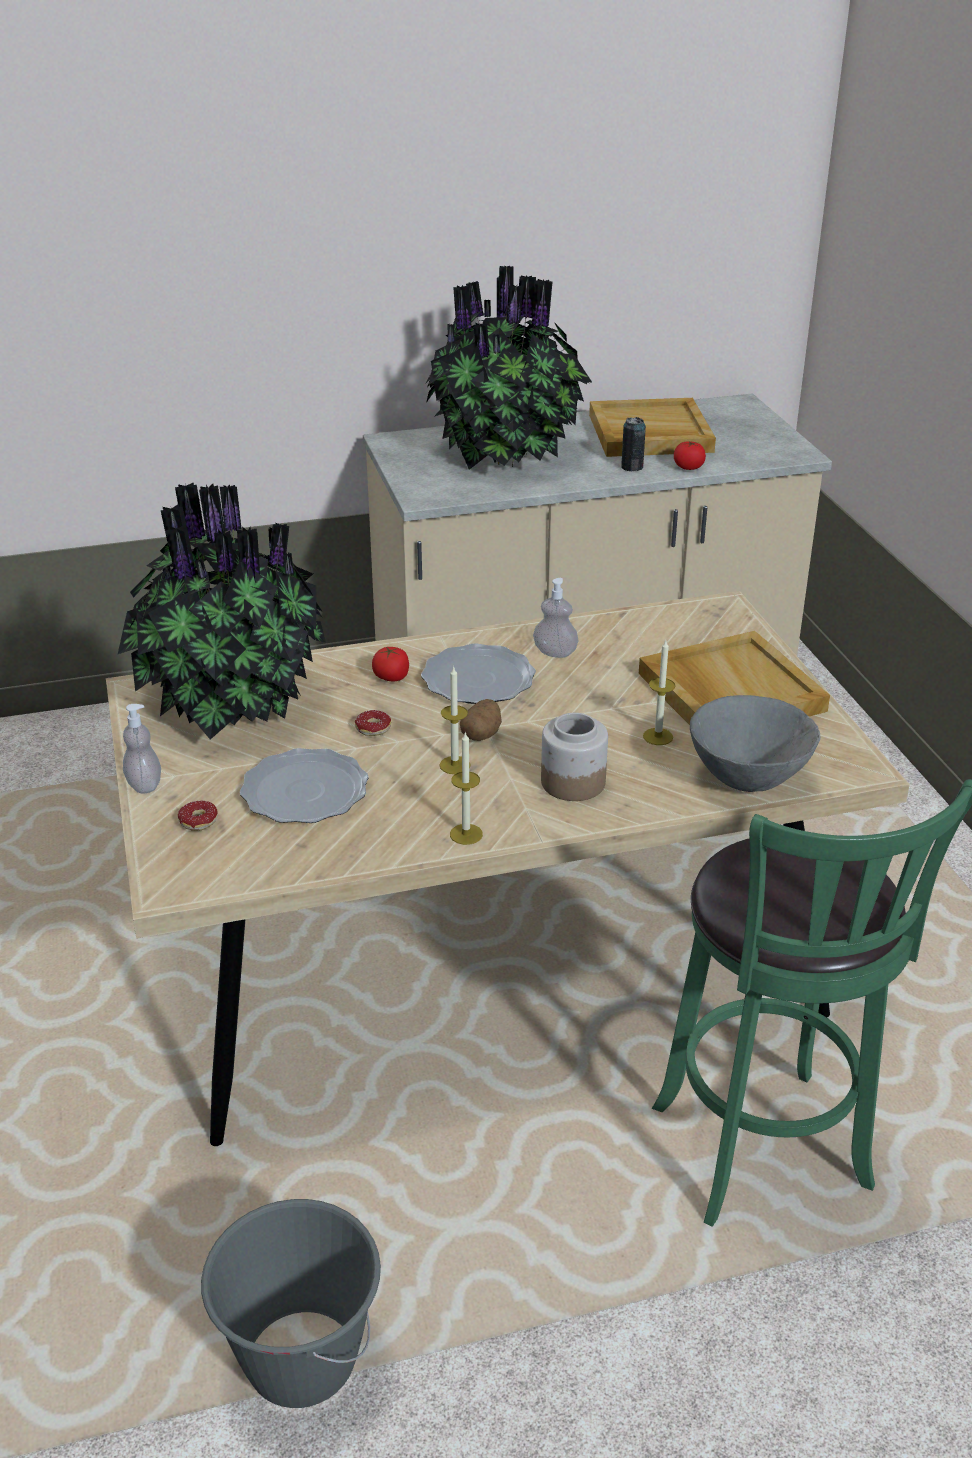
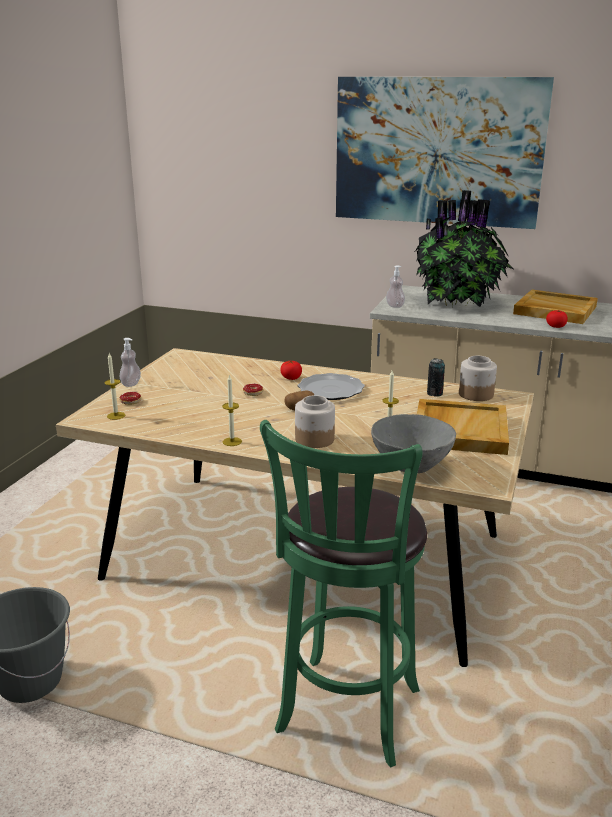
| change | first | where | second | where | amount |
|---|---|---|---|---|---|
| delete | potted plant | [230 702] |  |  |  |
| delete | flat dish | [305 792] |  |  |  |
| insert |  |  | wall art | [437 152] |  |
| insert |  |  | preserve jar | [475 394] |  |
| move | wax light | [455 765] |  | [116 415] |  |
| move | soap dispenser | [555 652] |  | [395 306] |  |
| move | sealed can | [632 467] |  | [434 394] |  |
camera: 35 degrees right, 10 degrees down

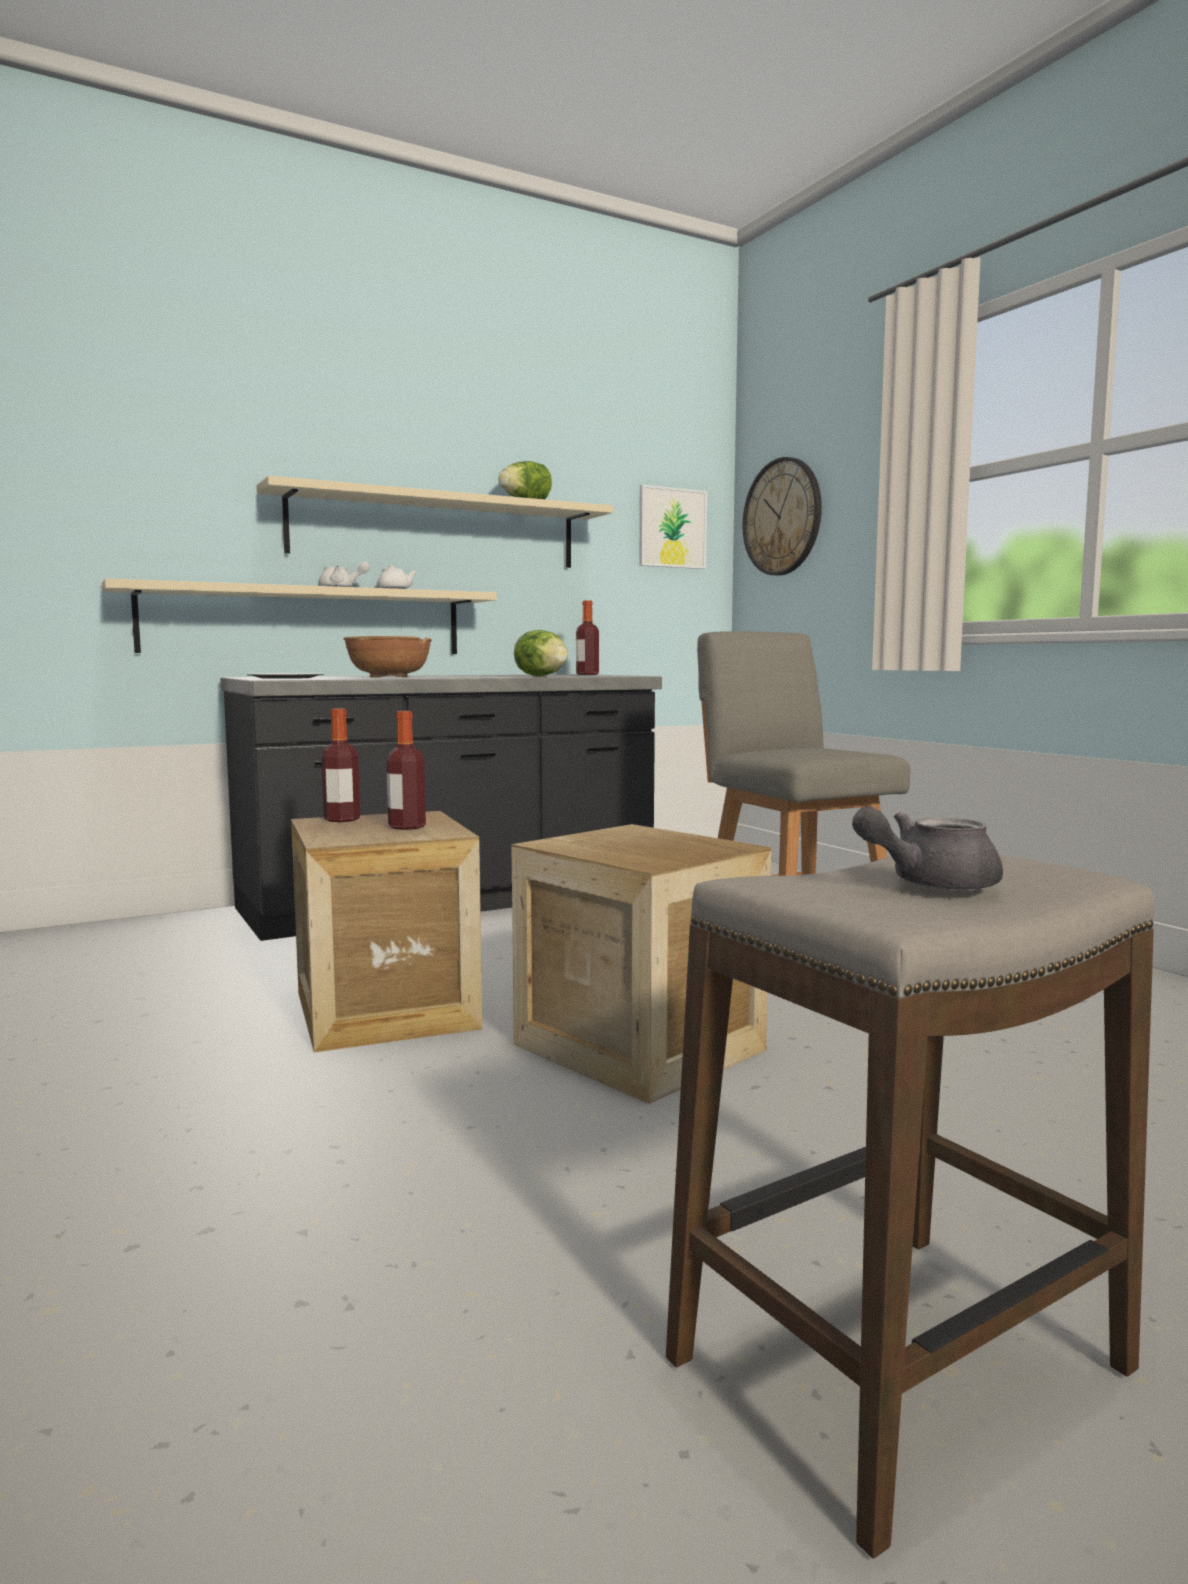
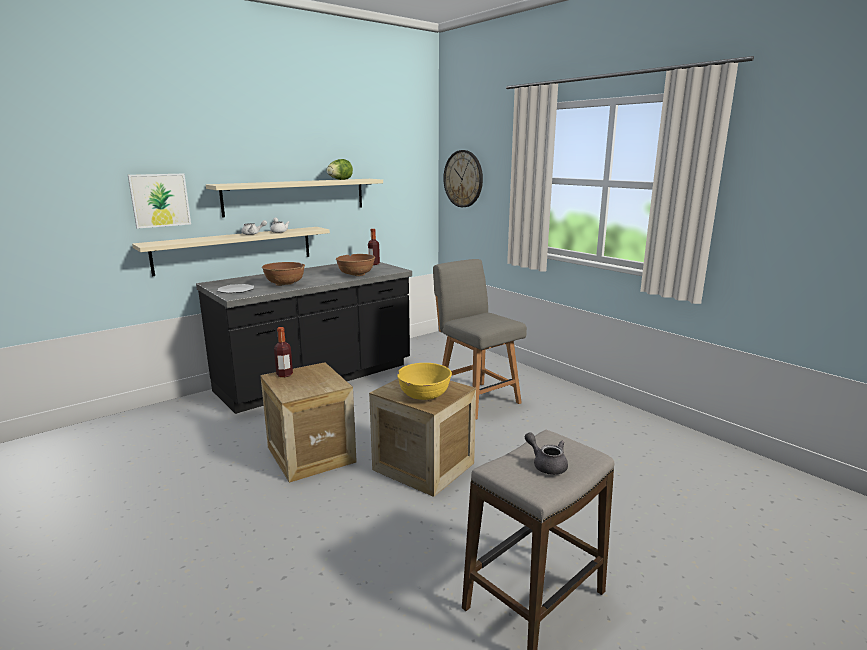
| change | first | where | second | where | amount |
|---|---|---|---|---|---|
| delete | beverage bottle | [407 827] |  |  |  |
| insert |  |  | serving bowl (yellowish) | [424 396] |  |
| move | wall art | [672 528] |  | [160 200] |  |
| replace | lettuce head | [541 676] | serving bowl (brownish) | [356 274] |  |
| rotate | pot for tea (greyish) | [928 884] |  | [546 464] | 75 degrees clockwise |
camera: 10 degrees left, 10 degrees up

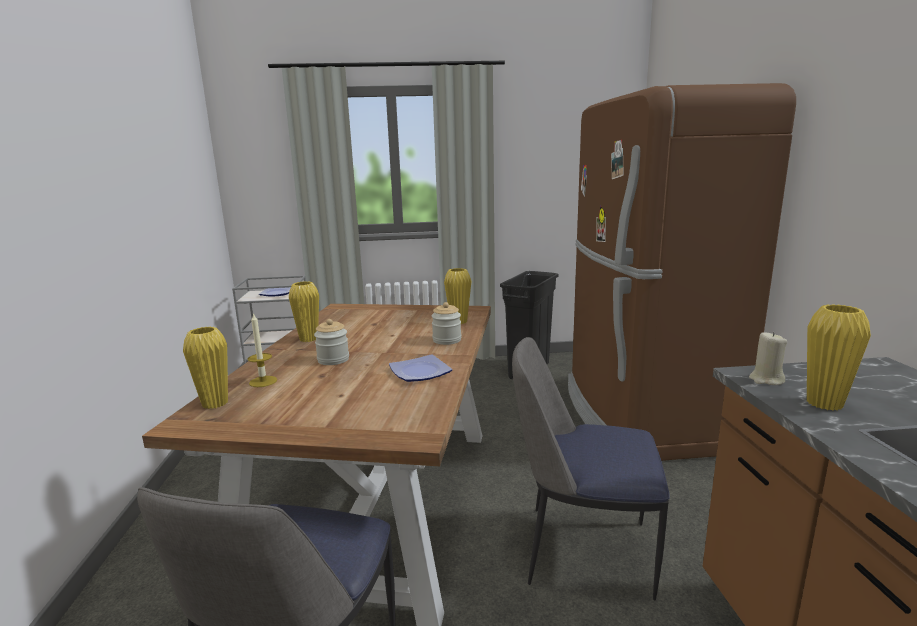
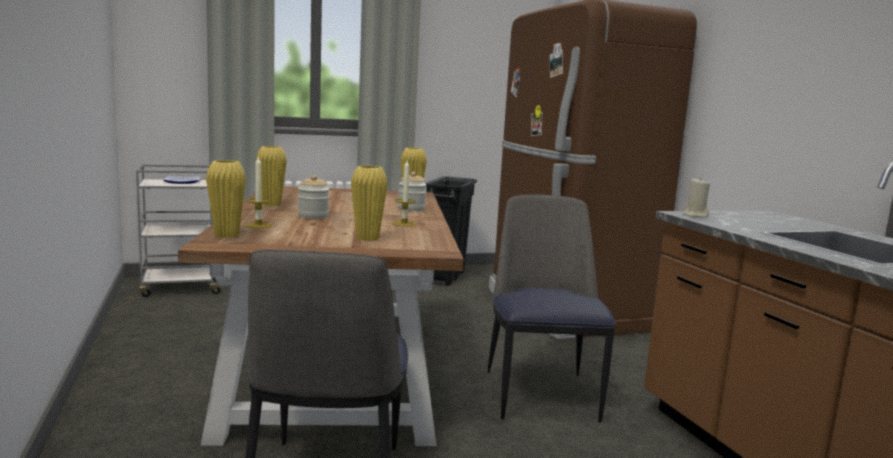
| change | first | where | second | where | amount |
|---|---|---|---|---|---|
| move | vase (yellowish) | [824 403] |  | [367 238] |  |
| replace | flat dish | [419 372] | wax light | [404 224] |  |
| rotate | chair | [583 550] |  | [541 393] | 90 degrees clockwise |
camera: 15 degrees left, 5 degrees down

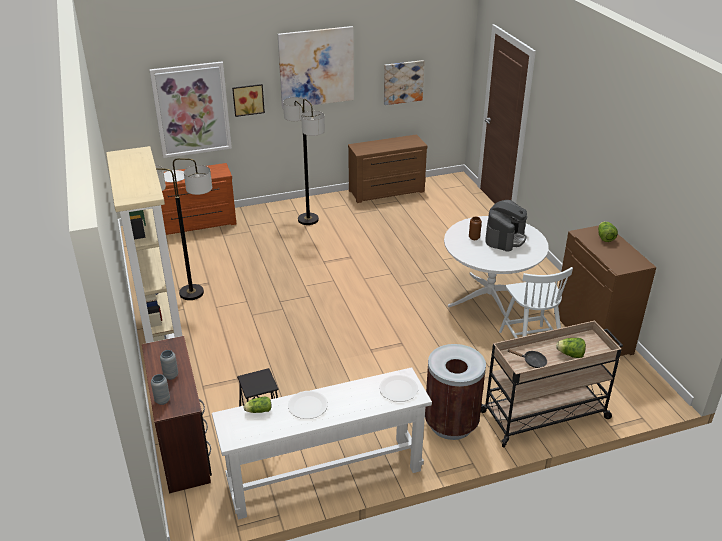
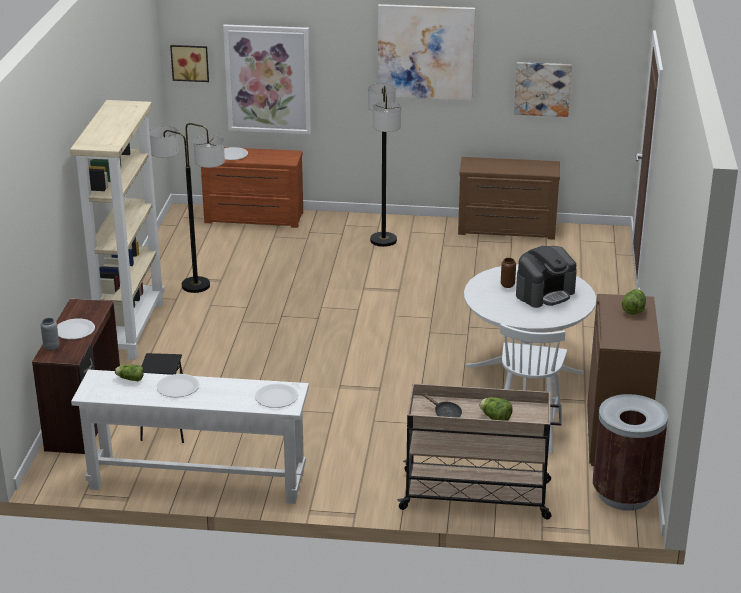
| change | first | where | second | where | amount |
|---|---|---|---|---|---|
| move | wall art | [248 99] |  | [190 62] |  |
| move | waste bin (brownish) | [451 423] |  | [624 494] |  |
| replace | vase (greyish) | [171 376] | flat dish (white-coloured) | [74 330] |  |
camera: 25 degrees right, 5 degrees down

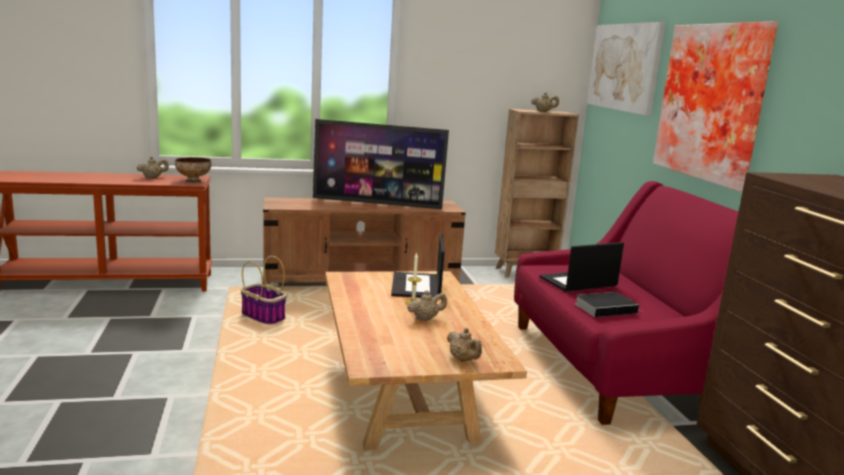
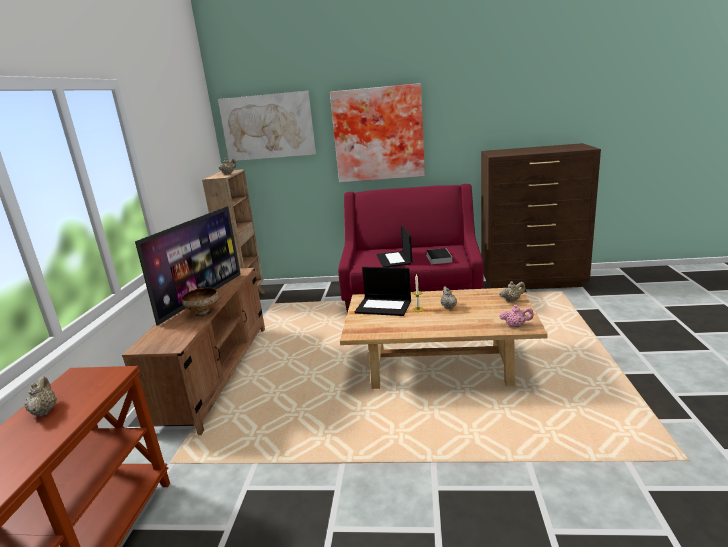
| change | first | where | second | where | amount |
|---|---|---|---|---|---|
| delete | basket | [264 317] |  |  |  |
| insert |  |  | pot for tea (pink) | [515 325] |  |
| move | serving bowl | [193 181] |  | [204 313] |  |
camera: 70 degrees left, 5 degrees up

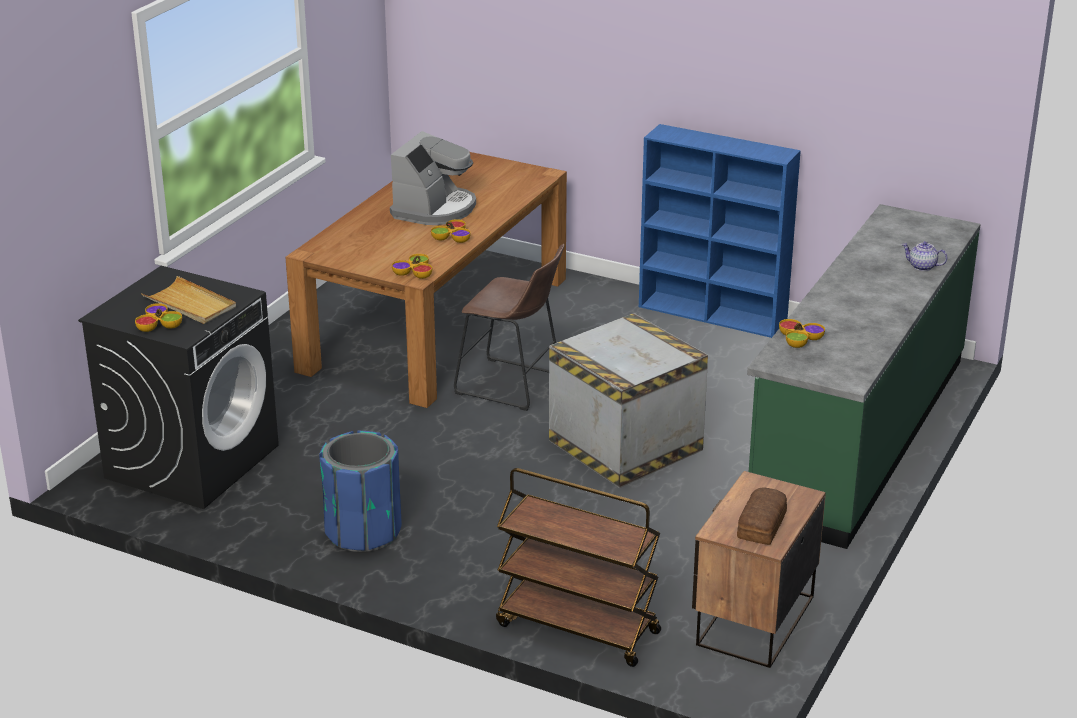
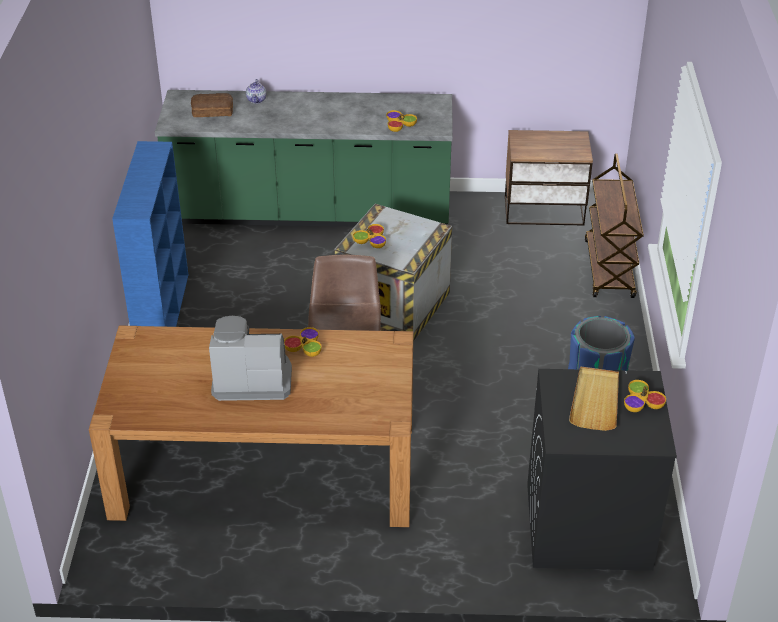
| change | first | where | second | where | amount |
|---|---|---|---|---|---|
| move | serving bowl | [414 272] |  | [371 241] |  |
| move | baked bread | [763 525] |  | [212 111] |  |
camera: 115 degrees left, 10 degrees up

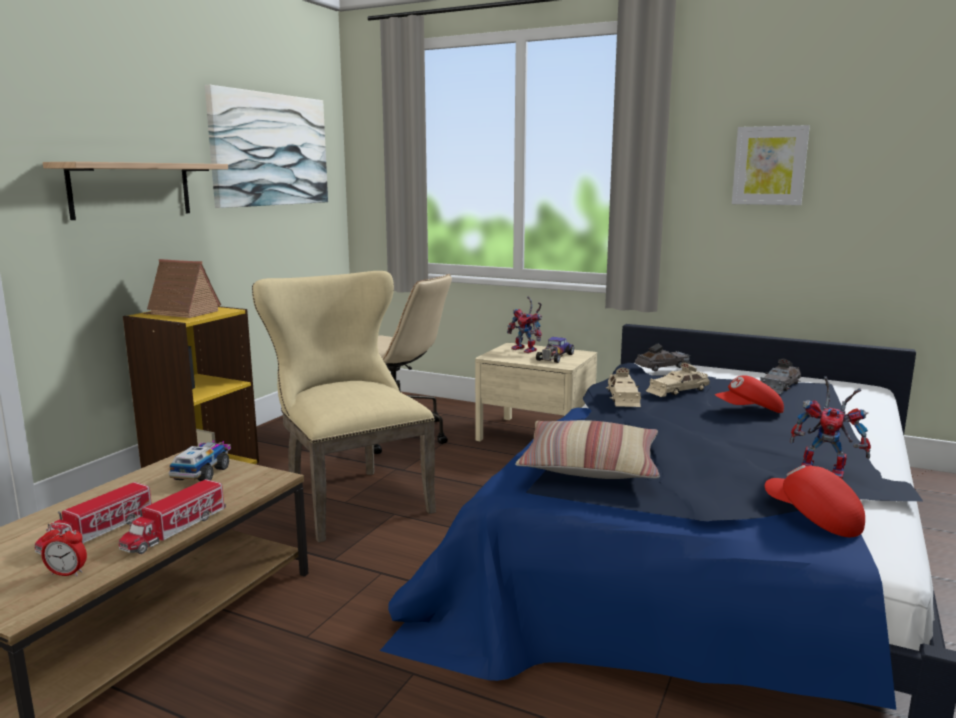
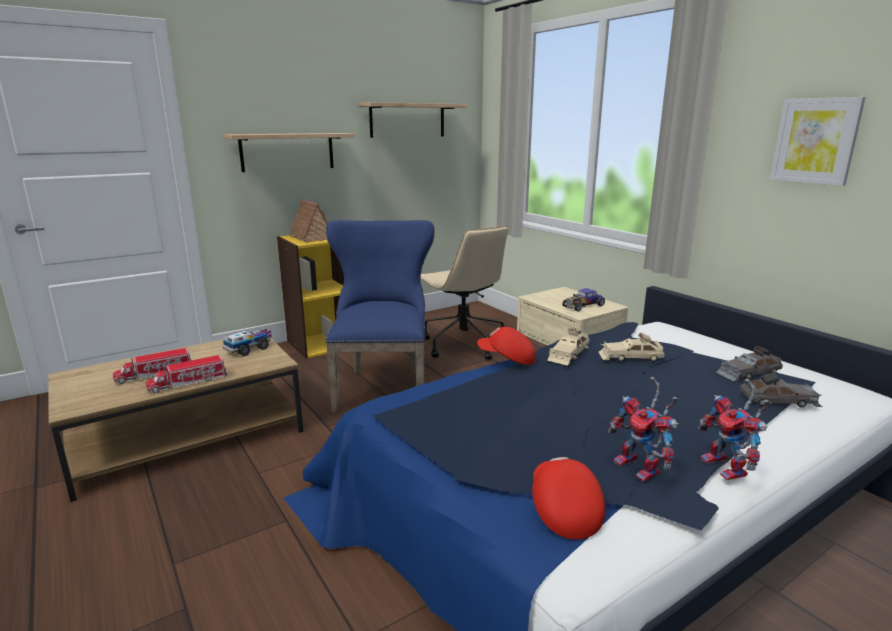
| change | first | where | second | where | amount |
|---|---|---|---|---|---|
| delete | bedside clock | [67 573] |  |  |  |
| delete | throw pillow | [590 465] |  |  |  |
| move | model robot | [527 350] |  | [729 469] |  |
| move | toy car (greyish) | [663 366] |  | [779 400] |  |
| move | cap (red) | [749 412] |  | [507 358] |  |
| replace | wall art | [270 150] | shelf | [407 120] |  |
| recolor | chair (beige-coloured) | [350 498] | chair (blue-coloured) | [383 386] |  |
camera: 30 degrees right, 5 degrees up

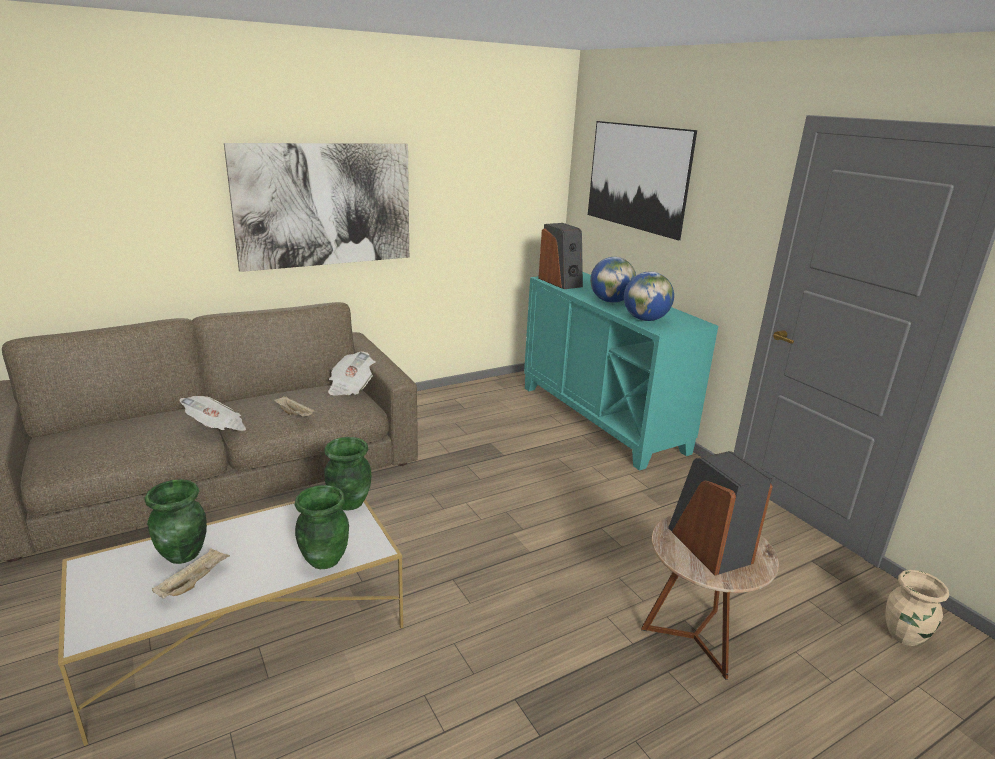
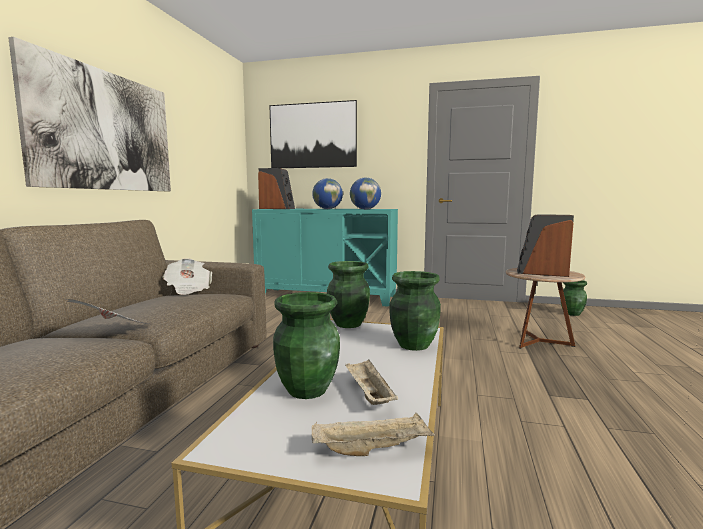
| change | first | where | second | where | amount |
|---|---|---|---|---|---|
| move | carrying tray (beige-coloured) | [295 414] |  | [373 449] |  |
| recolor | vase (beige-coloured) | [904 636] | vase (greenish) | [572 314] |  |
camera: 45 degrees left, 15 degrees down

